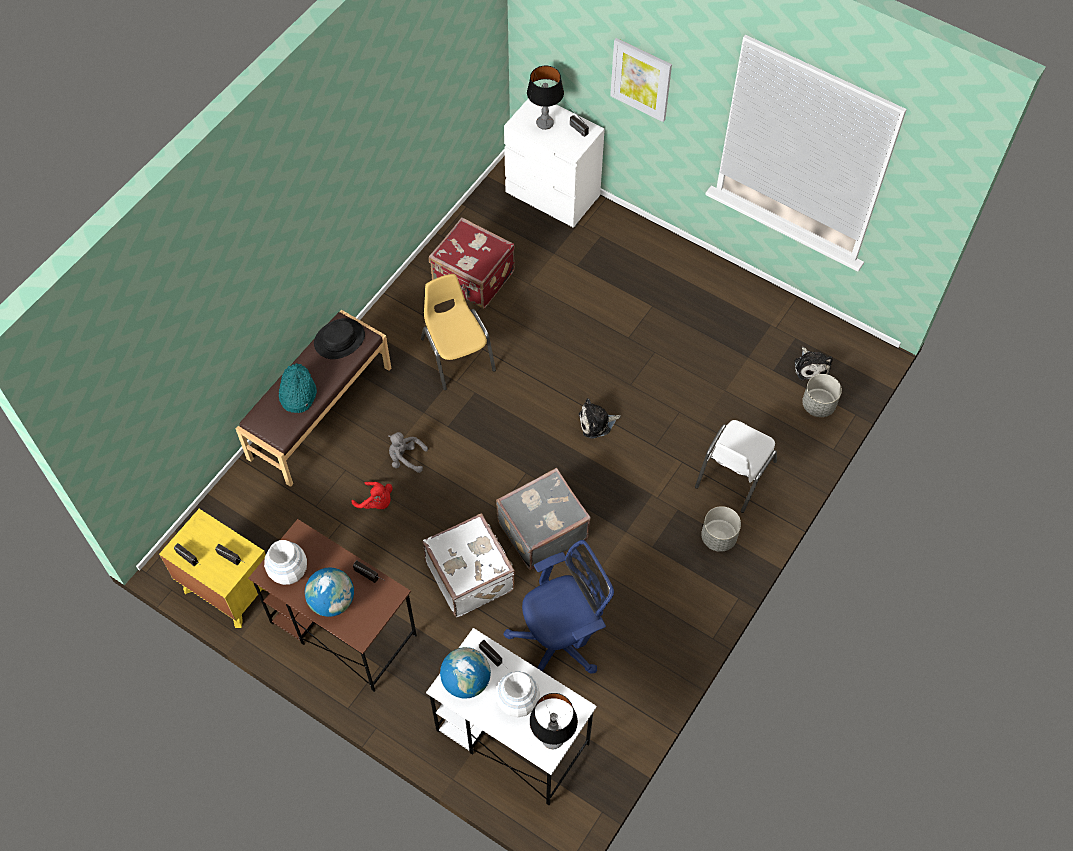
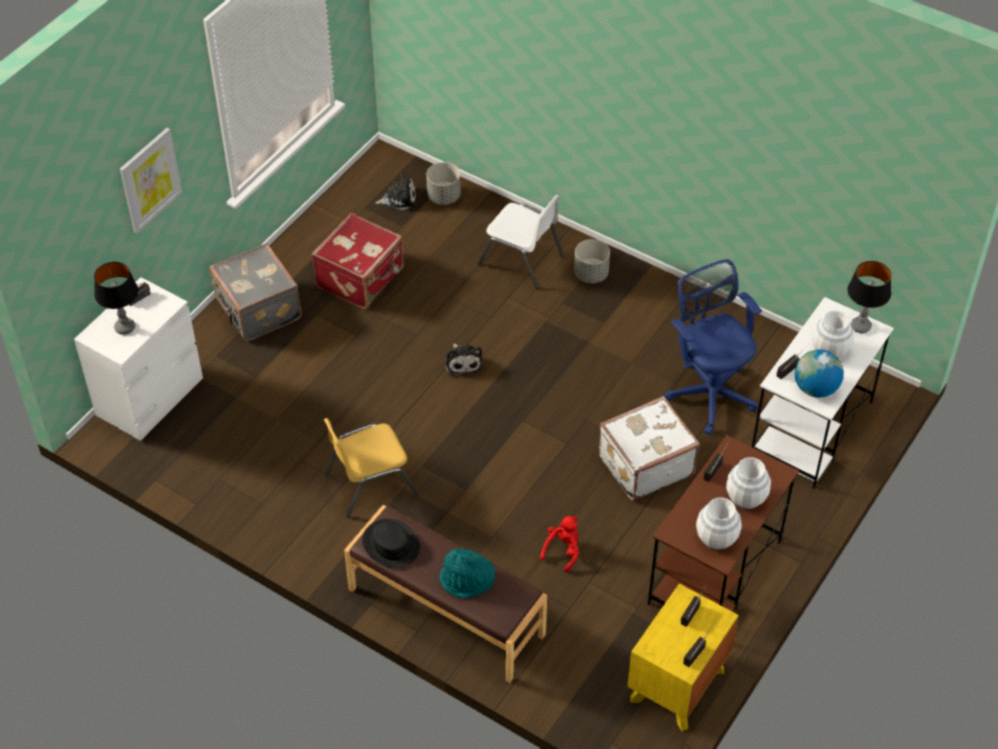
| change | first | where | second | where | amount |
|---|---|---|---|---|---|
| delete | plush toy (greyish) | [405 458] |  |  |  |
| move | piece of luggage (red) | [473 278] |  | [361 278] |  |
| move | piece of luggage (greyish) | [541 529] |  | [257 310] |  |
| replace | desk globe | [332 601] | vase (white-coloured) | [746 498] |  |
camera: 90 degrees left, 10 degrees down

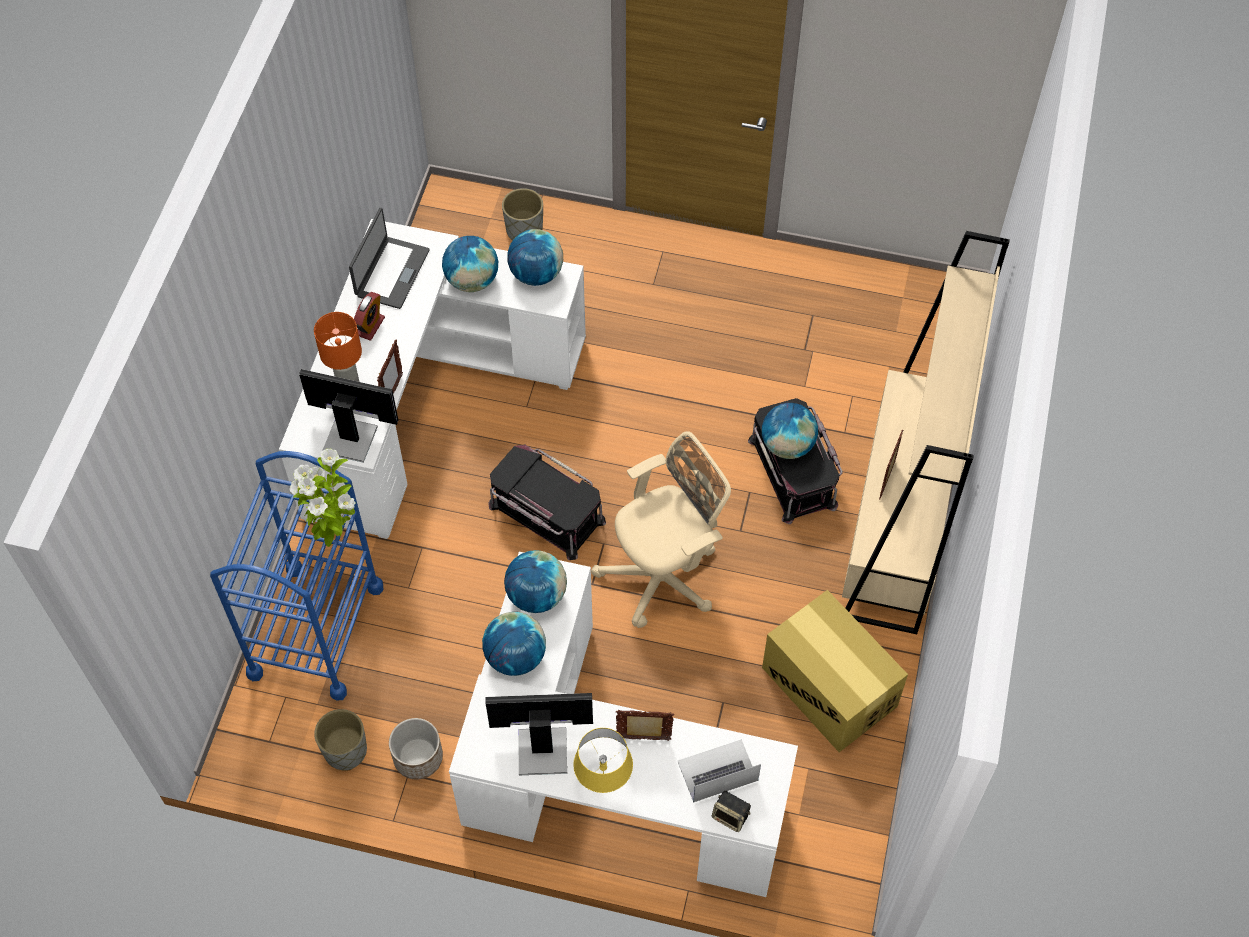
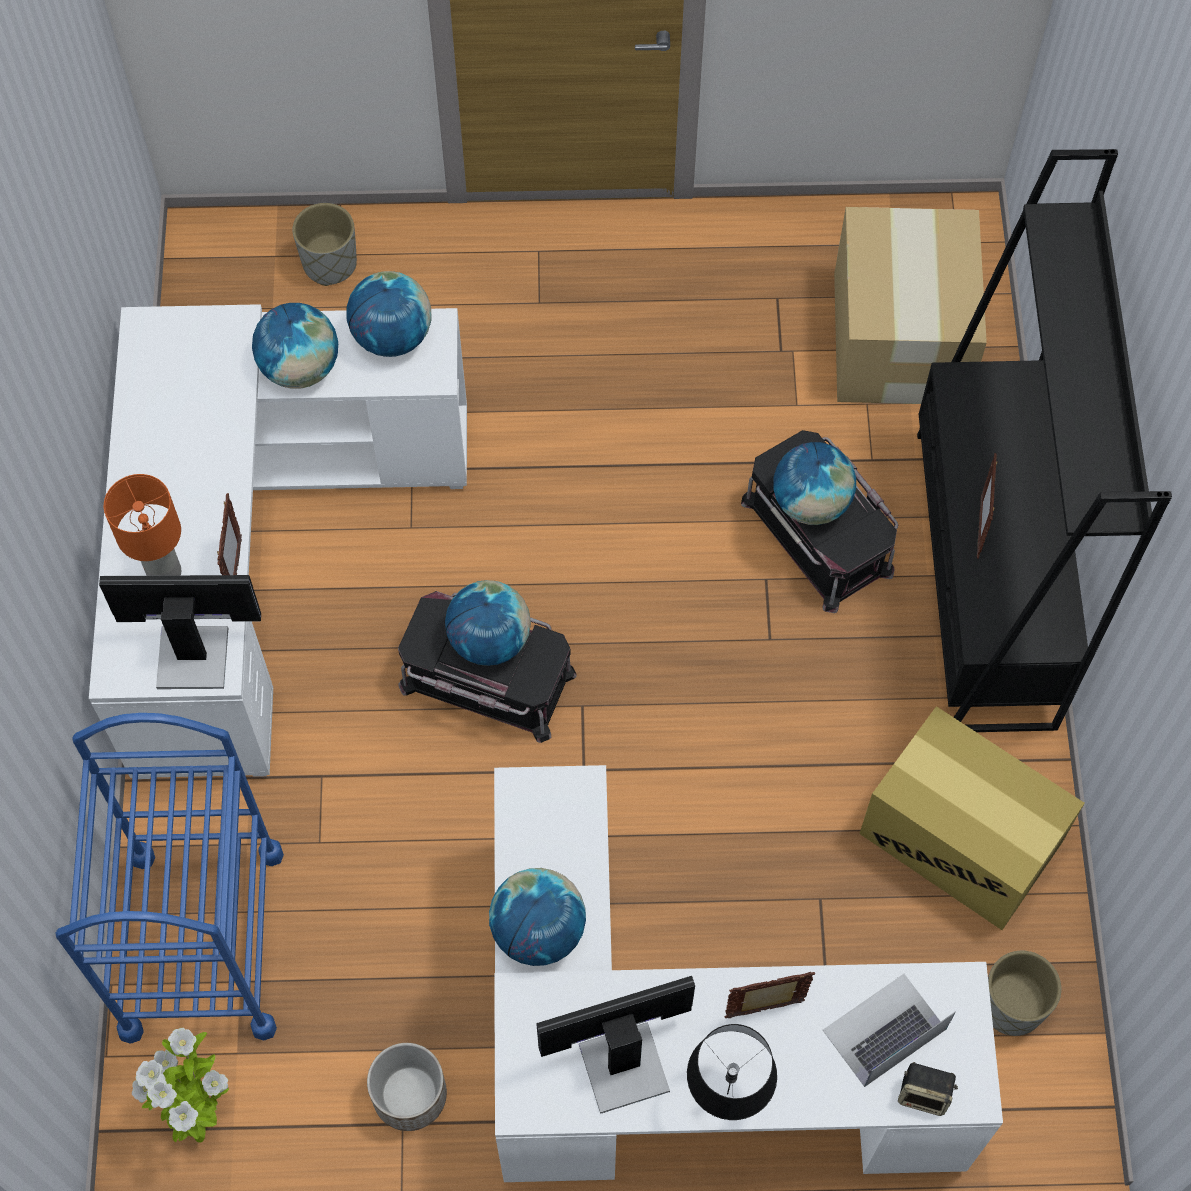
| change | first | where | second | where | amount |
|---|---|---|---|---|---|
| delete | laptop | [391 273] |  |  |  |
| delete | bedside clock | [370 326] |  |  |  |
| delete | desk chair (beige-coloured) | [664 575] |  |  |  |
| insert |  |  | carton | [899 340] |  |
| move | potted plant | [333 533] |  | [199 1114] |  |
| move | planter (greyish) | [345 750] |  | [1011 1005] |  |
| move | desk globe | [536 596] |  | [489 641] |  |
| recolor | lamp for a table (yellowish) | [604 784] | lamp for a table (blackish) | [728 1095] |  |
| recolor | bookshelf (beige-coloured) | [897 525] | bookshelf (blackish) | [984 578] |  |
camera: 15 degrees left, 5 degrees up

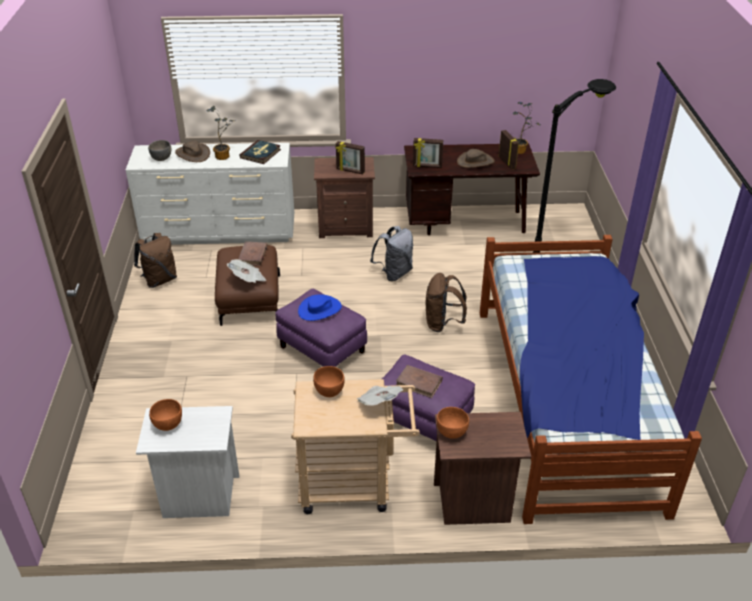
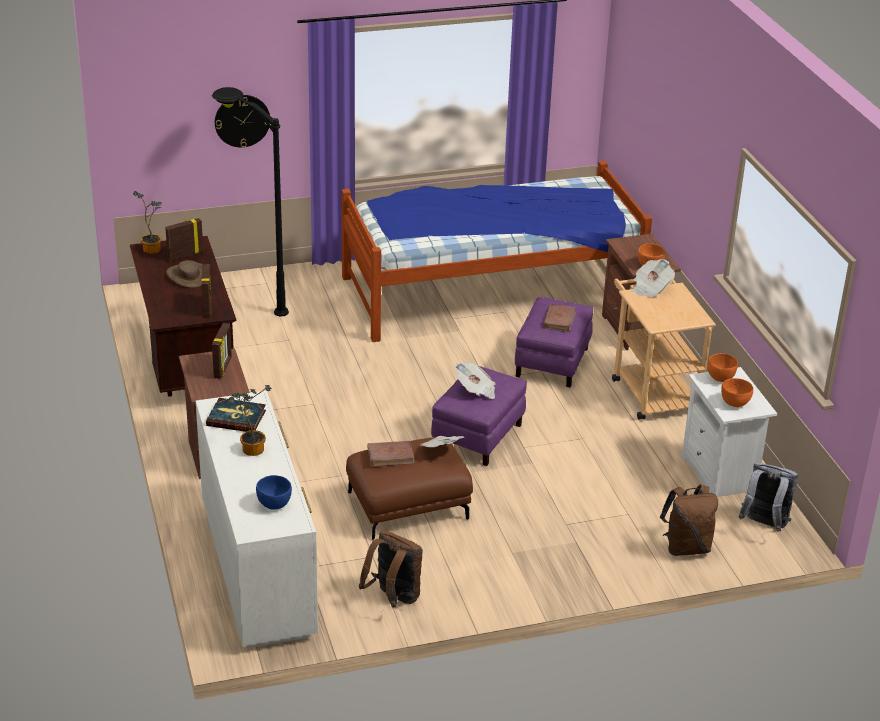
| change | first | where | second | where | amount |
|---|---|---|---|---|---|
| delete | clothing hat (brownish) | [193 154] |  |  |  |
| insert |  |  | wall clock | [242 120] |  |
| move | serving bowl (orangey) | [329 391] |  | [720 378] |  |
| move | rucksack (greyish) | [394 273] |  | [764 525] |  |
| move | rucksack (brownish) | [442 324] |  | [686 547] |  |
| replace | clothing hat (blue-coloured) | [320 309] | printed paper | [476 390] |  |
| recolor | serving bowl (greyish) | [161 158] | serving bowl (blue-coloured) | [274 504] |  |
camera: 105 degrees left, 5 degrees down

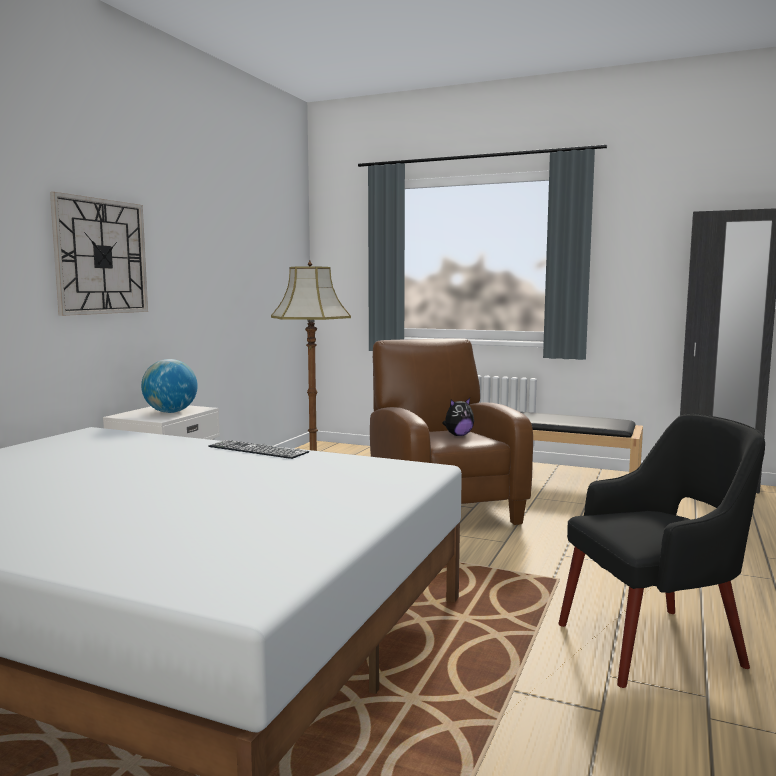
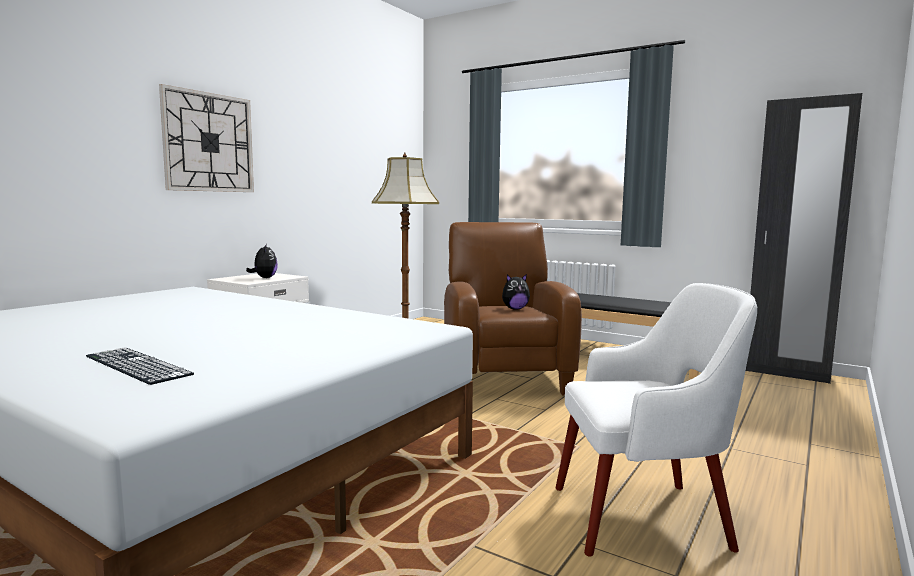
| change | first | where | second | where | amount |
|---|---|---|---|---|---|
| move | computer keyboard | [257 449] |  | [137 365] |  |
| replace | desk globe | [170 412] | plush toy | [264 278] |  |
| recolor | armchair (blackish) | [652 644] | armchair (white-coloured) | [643 516] |  |
camera: 10 degrees right, 0 degrees up

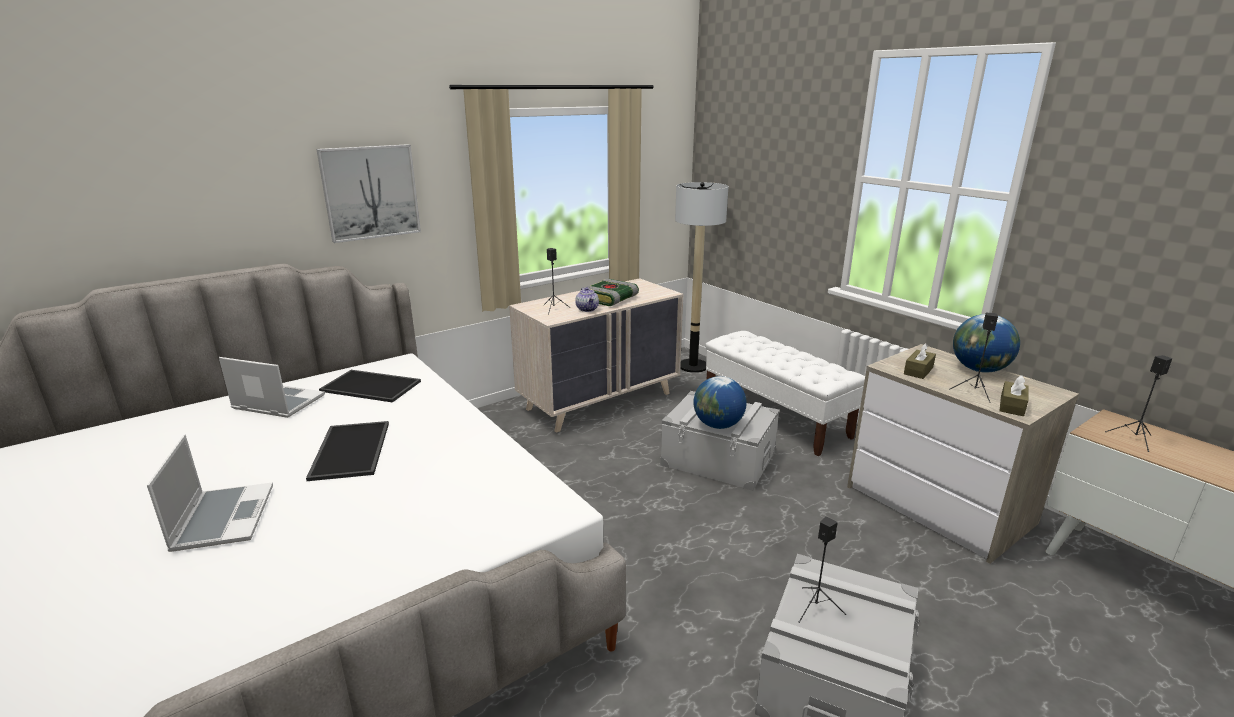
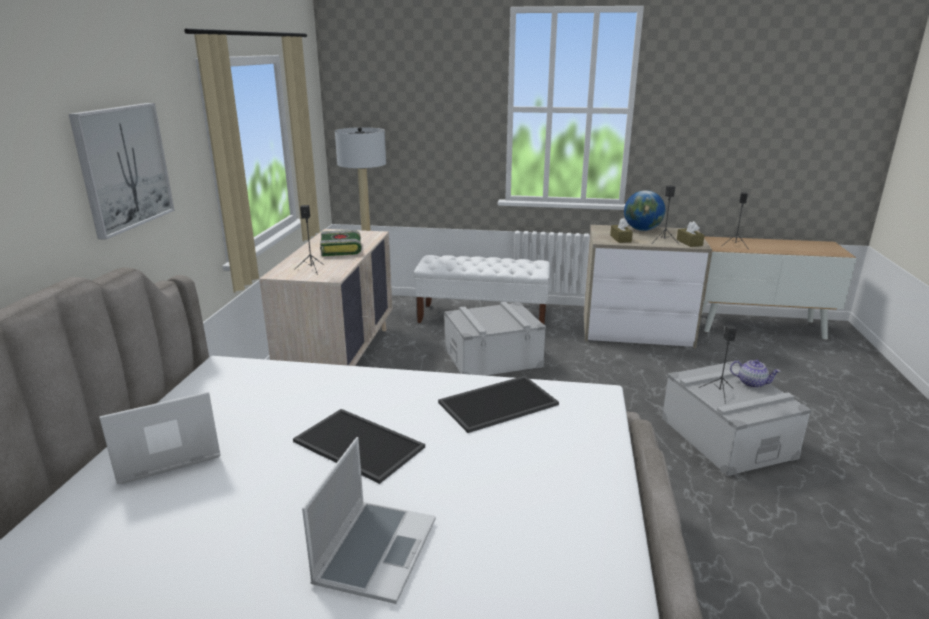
| change | first | where | second | where | amount |
|---|---|---|---|---|---|
| delete | desk globe | [718 425] |  |  |  |
| move | carrying tray | [372 386] |  | [498 402] |  |
| move | pot for tea | [587 309] |  | [752 383] |  |
| rotate | laptop | [223 518] |  | [375 550] | 75 degrees clockwise |
camera: 45 degrees left, 0 degrees up

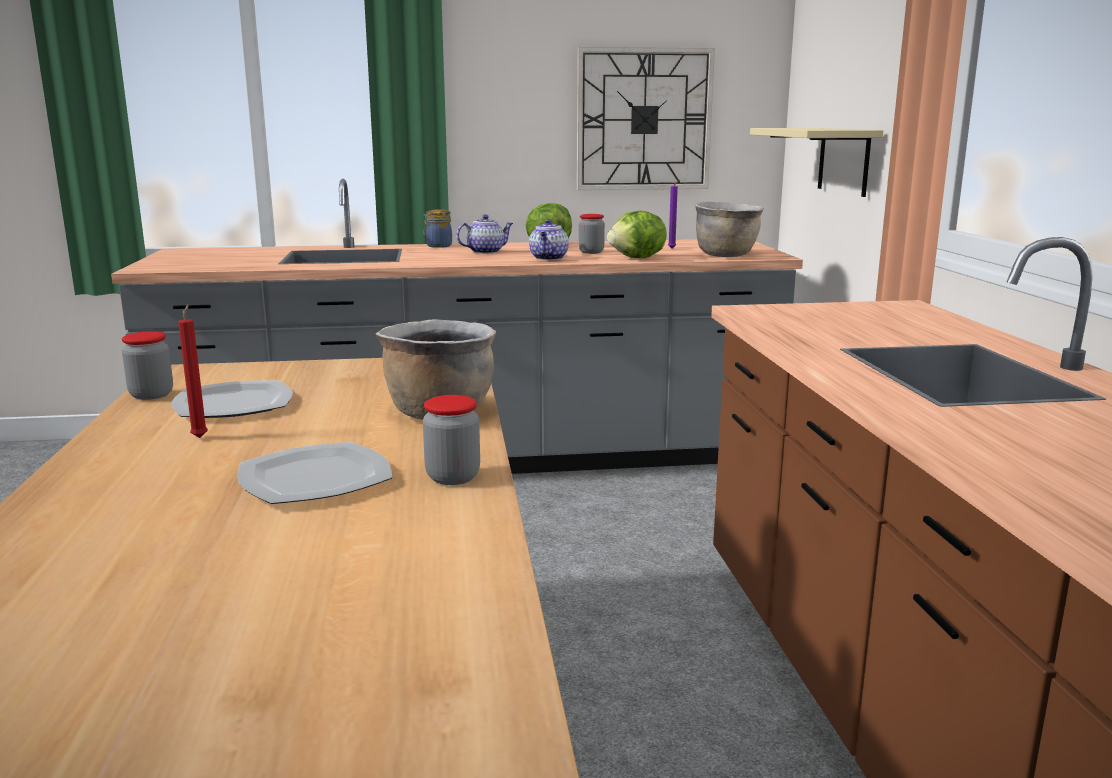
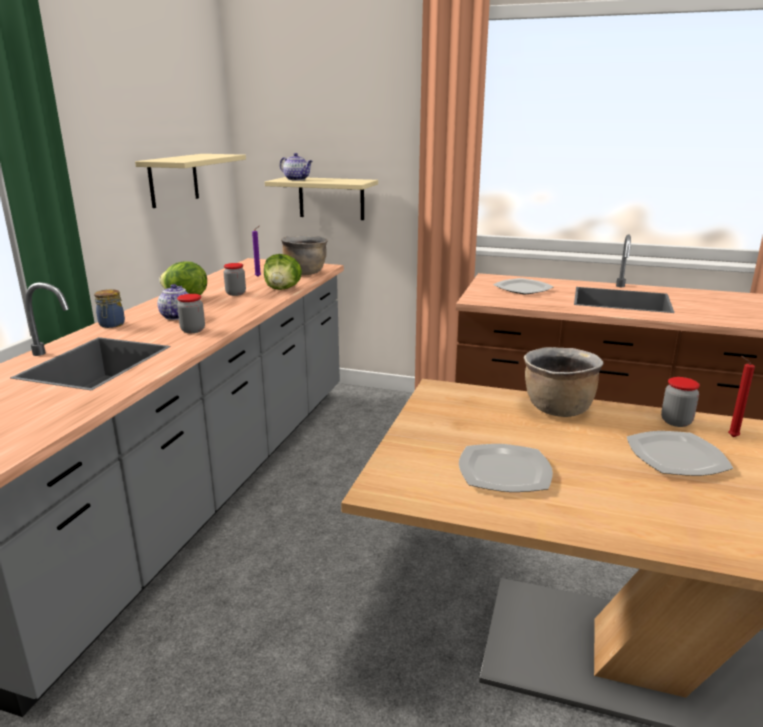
| change | first | where | second | where | amount |
|---|---|---|---|---|---|
| insert |  |  | flat dish | [522 289] |  |
| move | preserve jar | [151 395] |  | [193 330] |  |
| move | wax light (red) | [200 437] |  | [731 437] |  |
| move | pot for tea | [549 258] |  | [297 179] |  |
| replace | wall clock | [644 120] | shelf (beige-coloured) | [173 180] |  |
camera: 65 degrees left, 5 degrees up

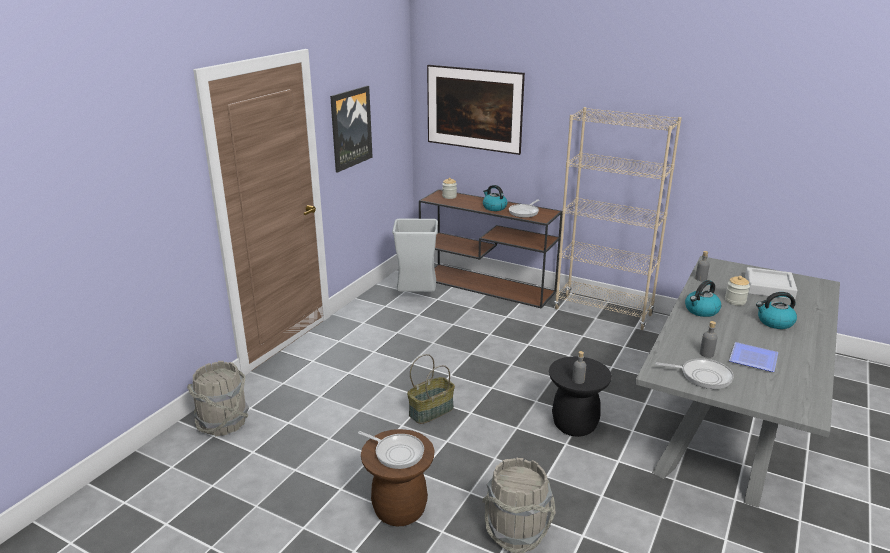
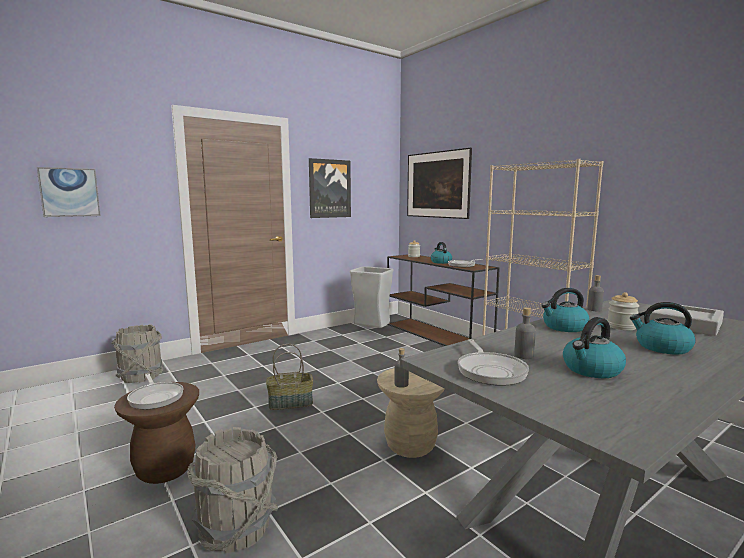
| change | first | where | second | where | amount |
|---|---|---|---|---|---|
| insert |  |  | wall art | [69 192] |  |
| replace | flat dish | [755 358] | water kettle | [591 370] |  |
| recolor | stool (blackish) | [574 425] | stool (beige-coloured) | [410 445] |  |
| rotate | skillet | [702 376] |  | [490 371] | 45 degrees clockwise |
camera: 25 degrees right, 15 degrees down

